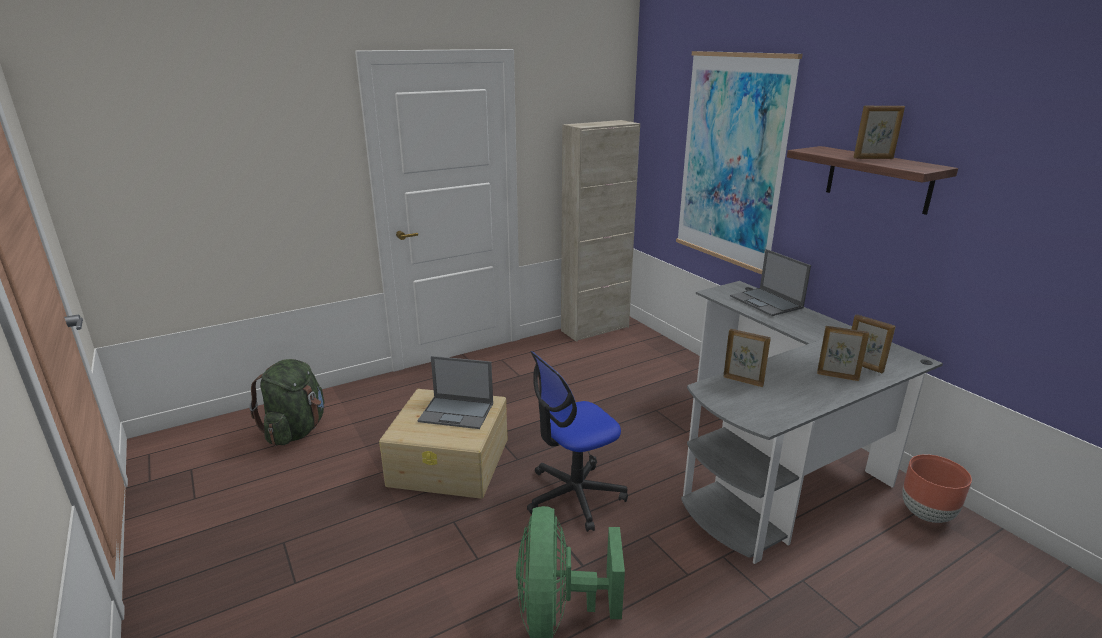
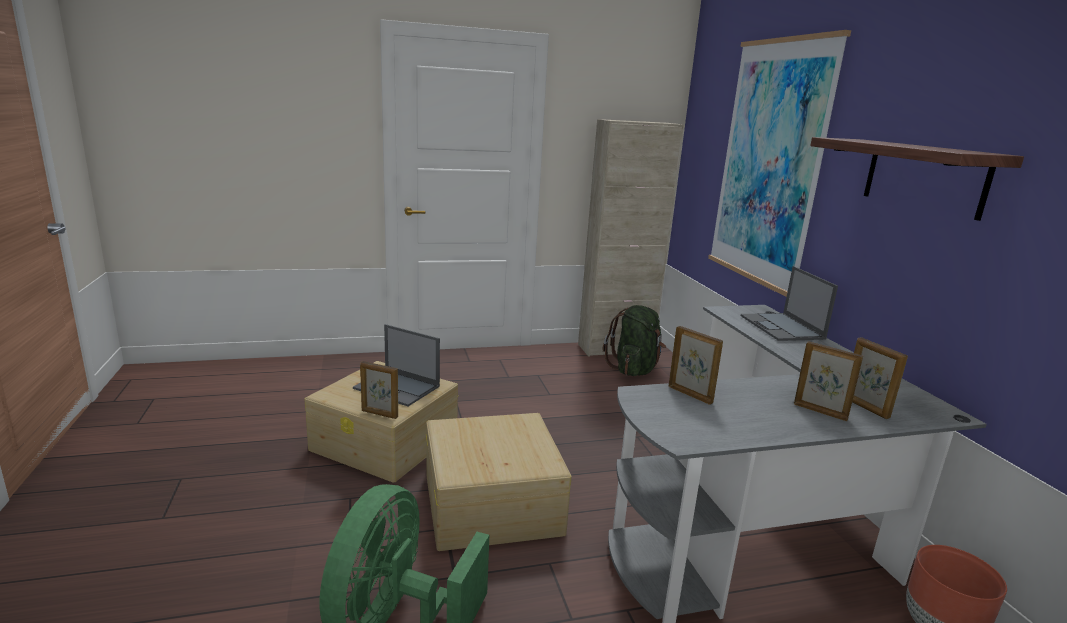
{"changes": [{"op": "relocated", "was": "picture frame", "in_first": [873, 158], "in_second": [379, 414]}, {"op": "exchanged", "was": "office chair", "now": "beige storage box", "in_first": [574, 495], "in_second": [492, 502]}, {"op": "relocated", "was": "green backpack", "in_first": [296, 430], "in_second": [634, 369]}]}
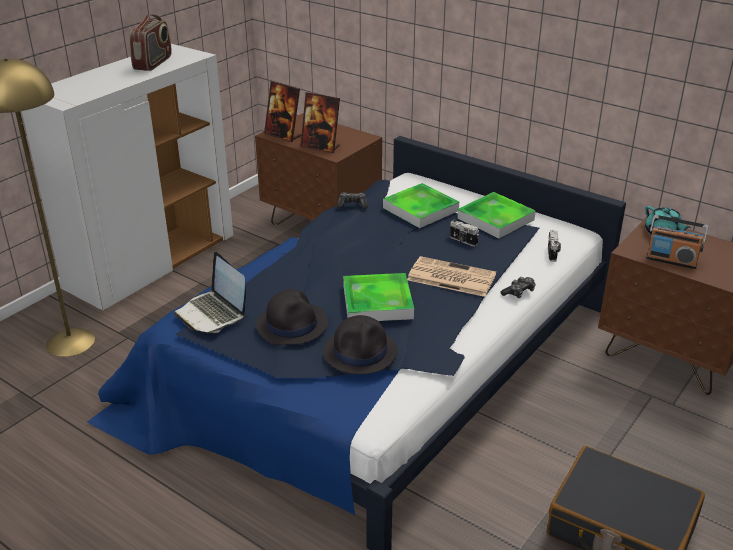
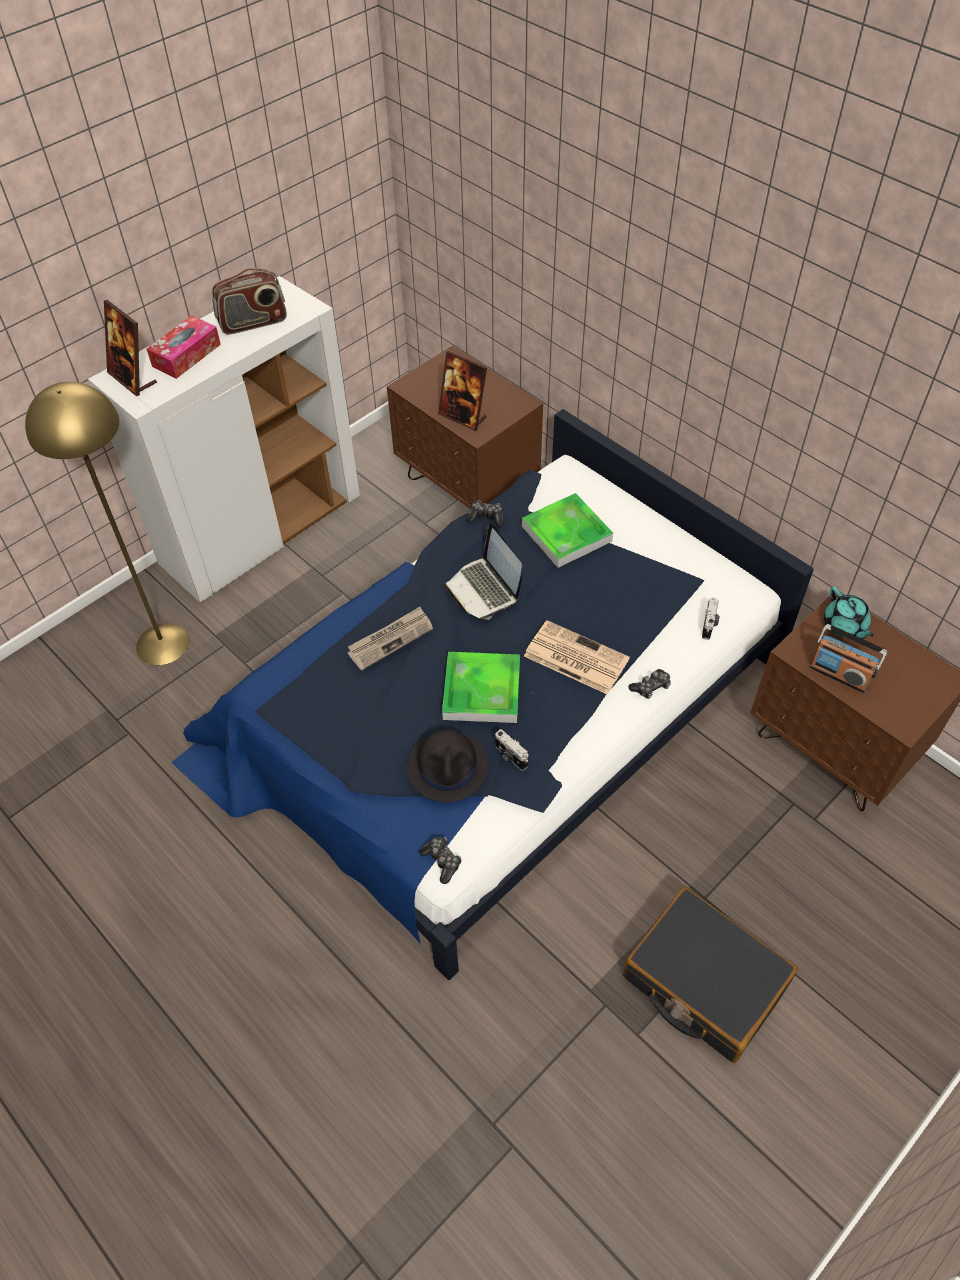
{"changes": [{"op": "relocated", "was": "picture frame", "in_first": [283, 135], "in_second": [132, 378]}, {"op": "appeared", "now": "tissue box", "in_second": [186, 355]}, {"op": "spun", "was": "radio", "in_first": [153, 63], "in_second": [253, 322], "clockwise": 45}, {"op": "appeared", "now": "newspaper", "in_second": [390, 639]}, {"op": "appeared", "now": "game controller", "in_second": [442, 861]}, {"op": "relocated", "was": "laptop", "in_first": [212, 313], "in_second": [484, 589]}, {"op": "relocated", "was": "photo camera", "in_first": [463, 241], "in_second": [510, 757]}, {"op": "missing", "was": "black hat", "in_first": [292, 324]}, {"op": "missing", "was": "tray", "in_first": [495, 219]}]}
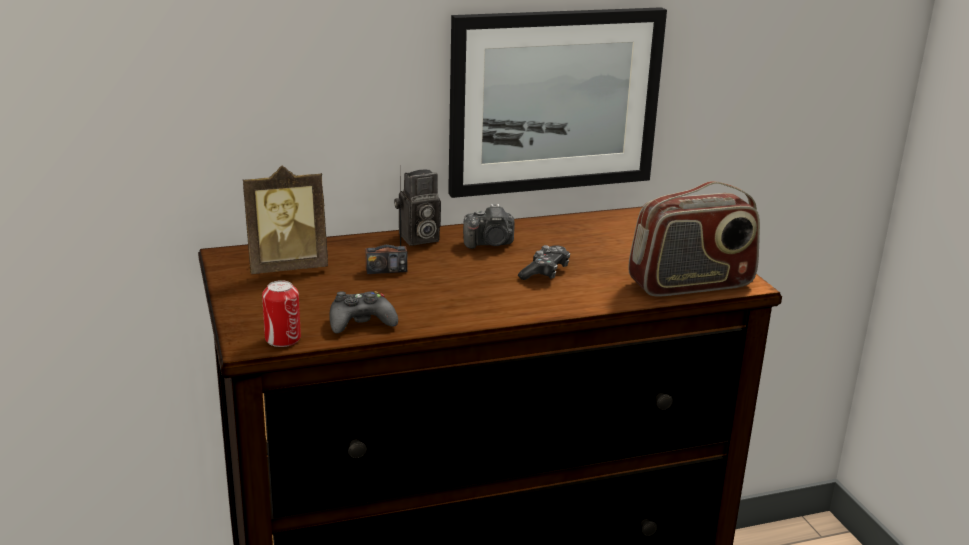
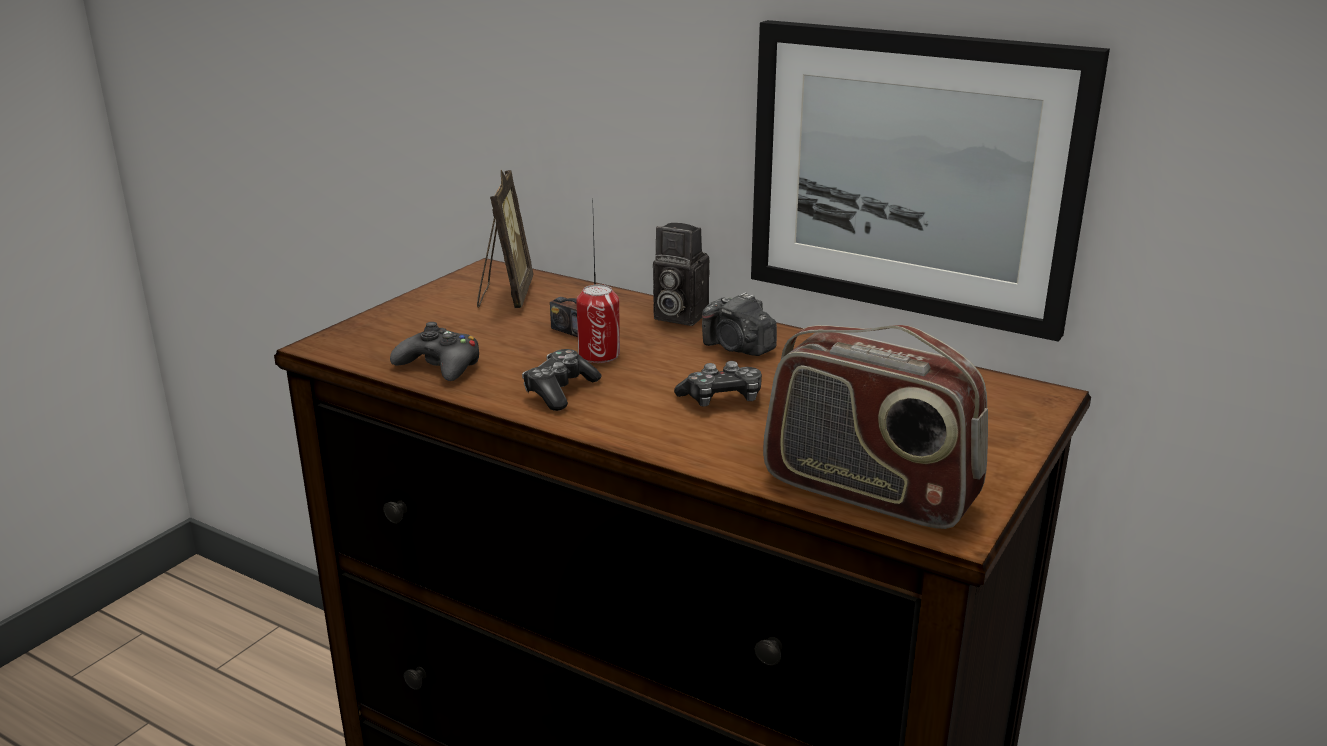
{"changes": [{"op": "spun", "was": "picture frame", "in_first": [287, 267], "in_second": [505, 296], "clockwise": -120}, {"op": "appeared", "now": "game controller", "in_second": [560, 391]}, {"op": "relocated", "was": "can", "in_first": [283, 339], "in_second": [599, 355]}]}
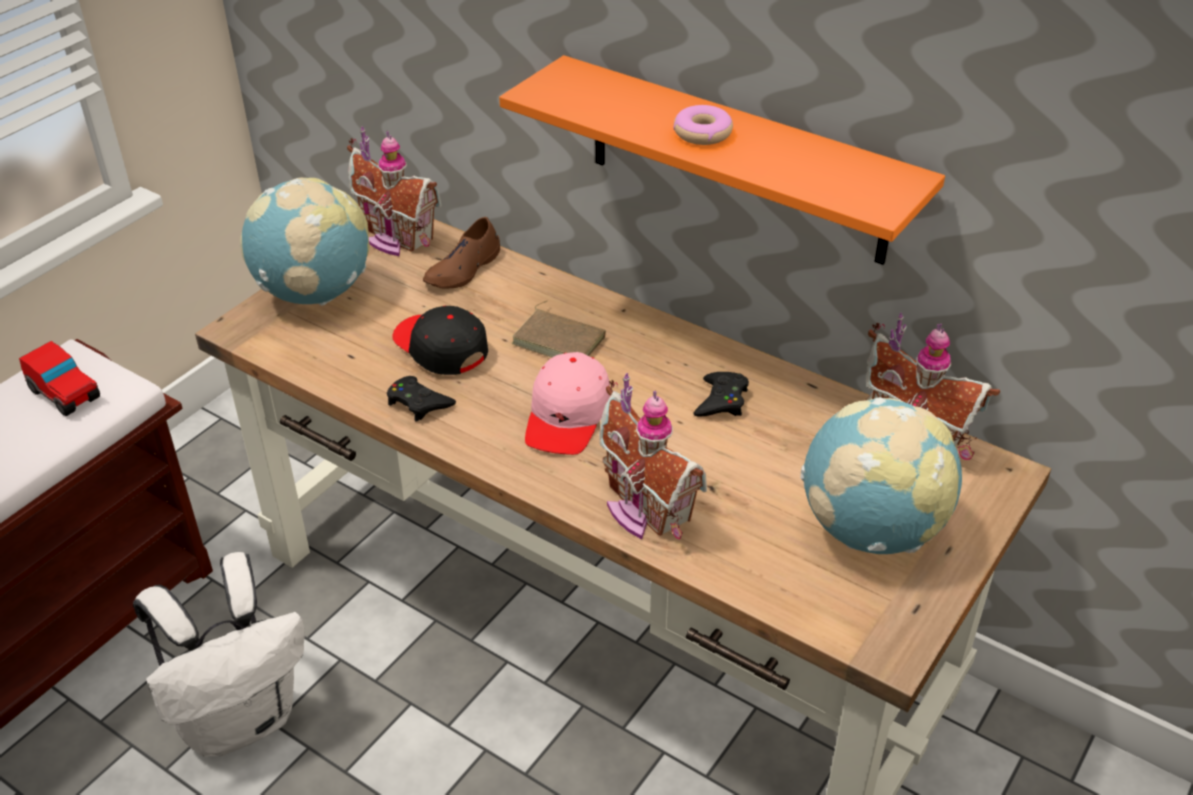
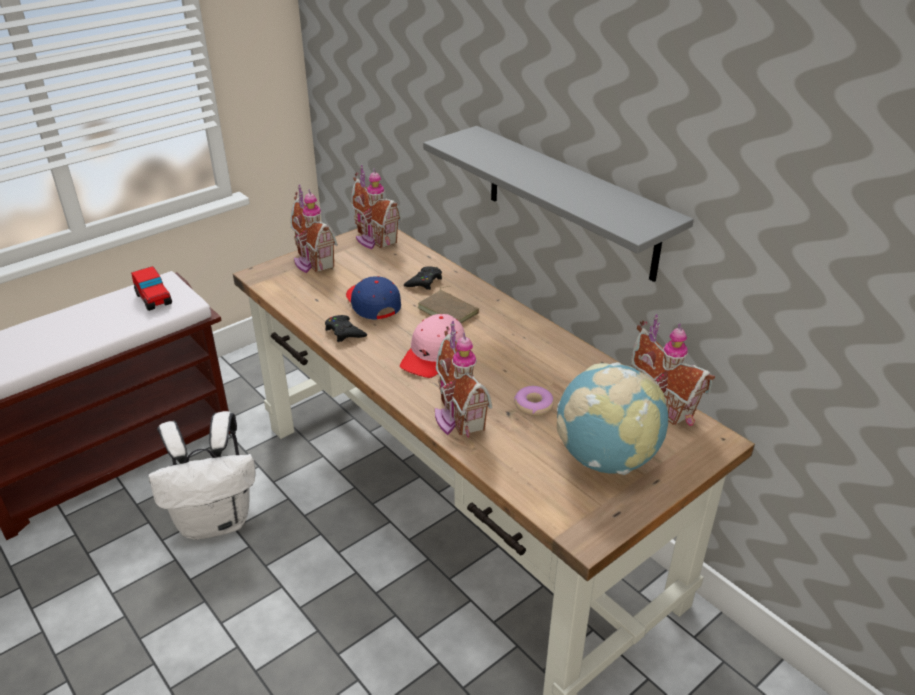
{"changes": [{"op": "exchanged", "was": "globe", "now": "toy house", "in_first": [315, 293], "in_second": [312, 262]}, {"op": "colour", "was": "black cap", "now": "blue cap", "in_first": [440, 348], "in_second": [372, 303]}, {"op": "relocated", "was": "black game controller", "in_first": [721, 400], "in_second": [424, 282]}, {"op": "colour", "was": "orange shelf", "now": "grey shelf", "in_first": [736, 161], "in_second": [570, 202]}, {"op": "relocated", "was": "donut", "in_first": [703, 133], "in_second": [533, 405]}, {"op": "missing", "was": "brown shoe", "in_first": [463, 269]}]}
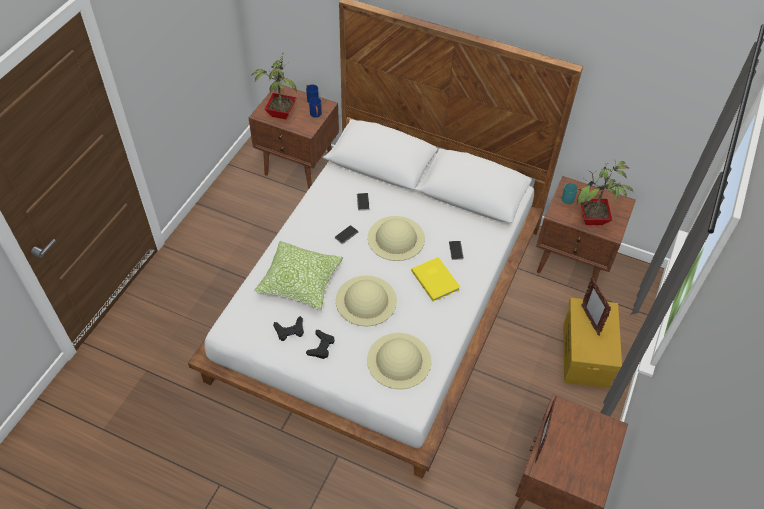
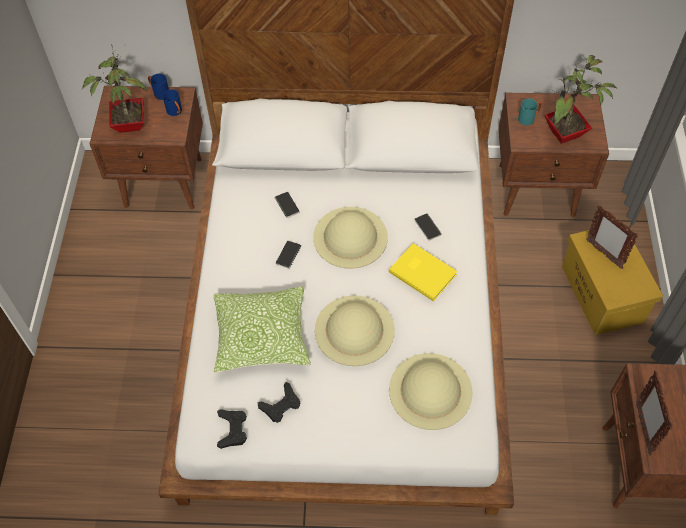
{"changes": [{"op": "relocated", "was": "black game controller", "in_first": [321, 346], "in_second": [232, 430]}]}
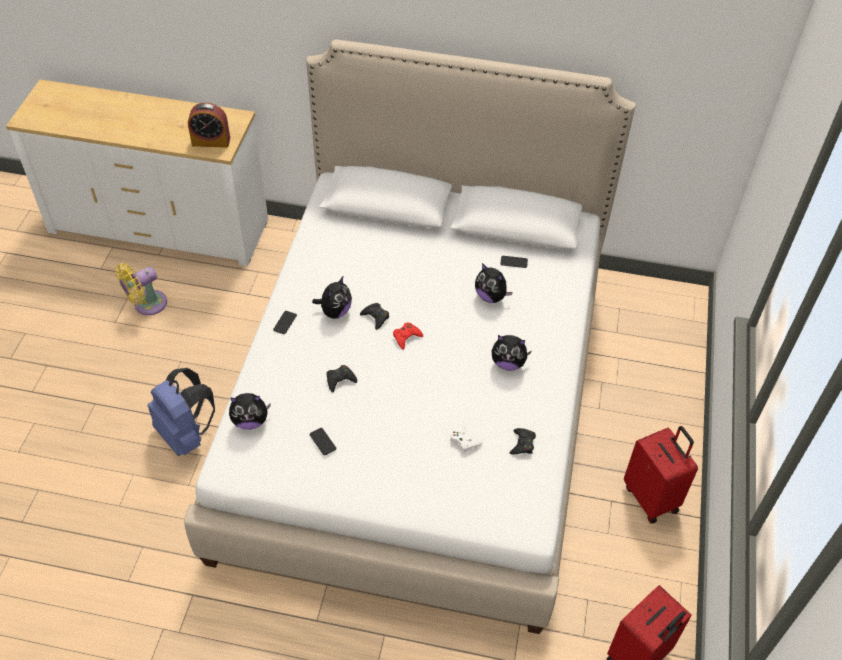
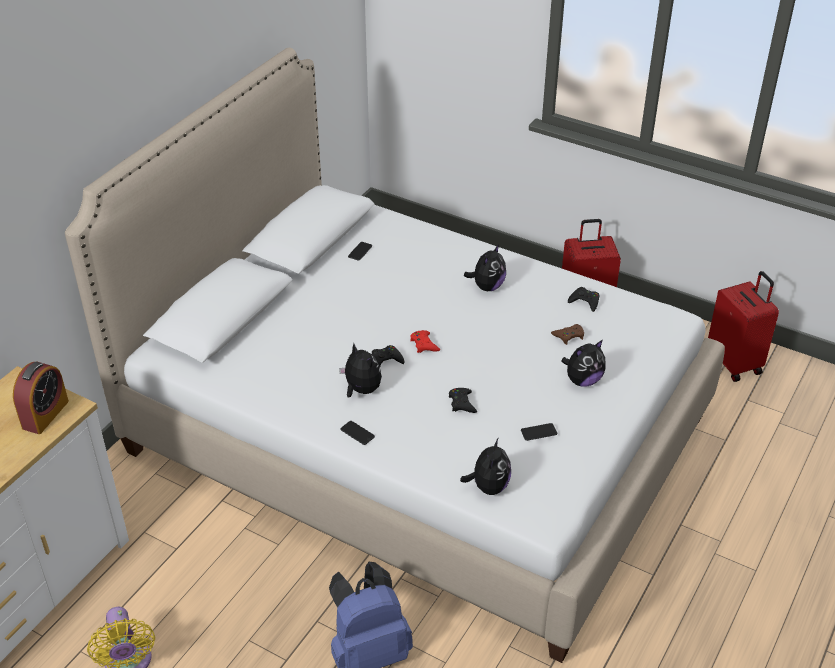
{"changes": [{"op": "colour", "was": "white game controller", "now": "brown game controller", "in_first": [464, 440], "in_second": [569, 336]}, {"op": "relocated", "was": "plush toy", "in_first": [491, 296], "in_second": [583, 380]}]}
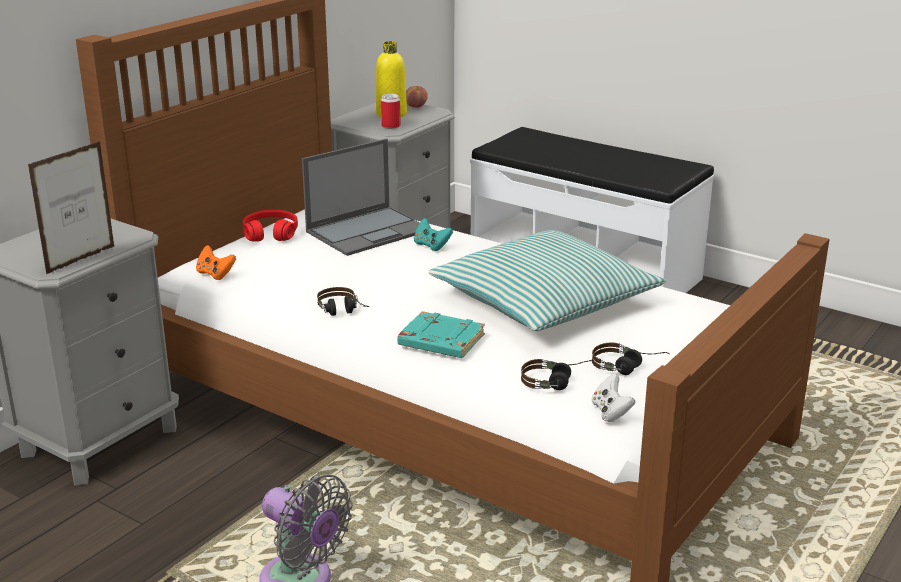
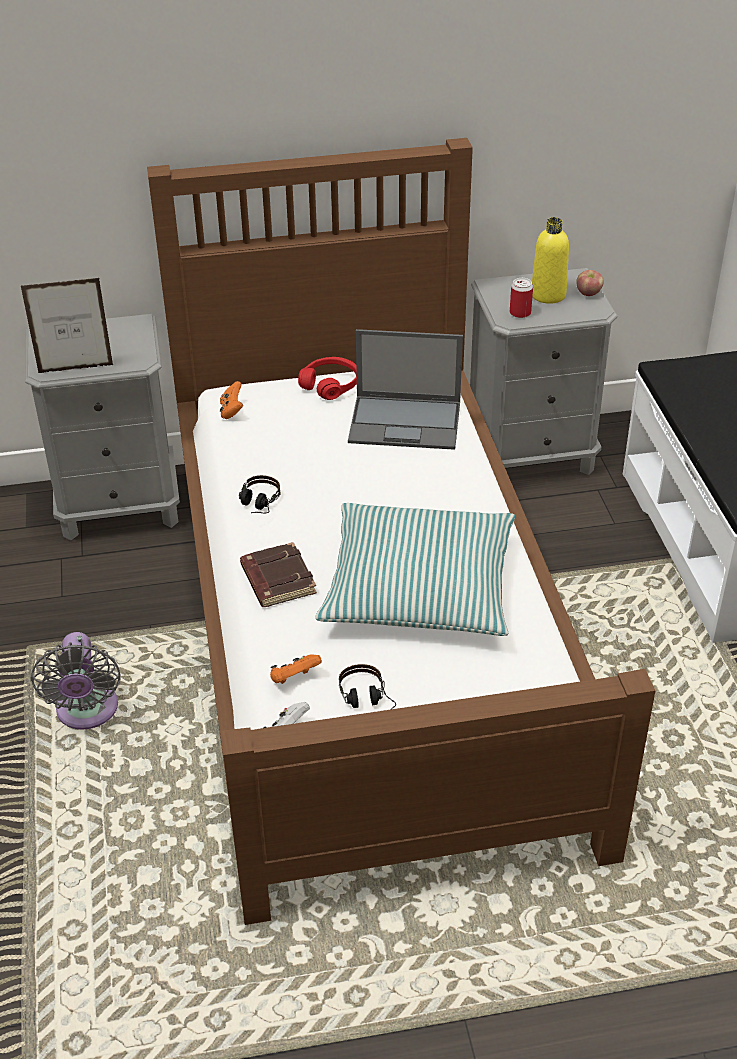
{"changes": [{"op": "colour", "was": "turquoise book", "now": "brown book", "in_first": [440, 342], "in_second": [276, 580]}, {"op": "exchanged", "was": "headphones", "now": "orange game controller", "in_first": [558, 382], "in_second": [294, 679]}, {"op": "missing", "was": "turquoise game controller", "in_first": [431, 246]}]}
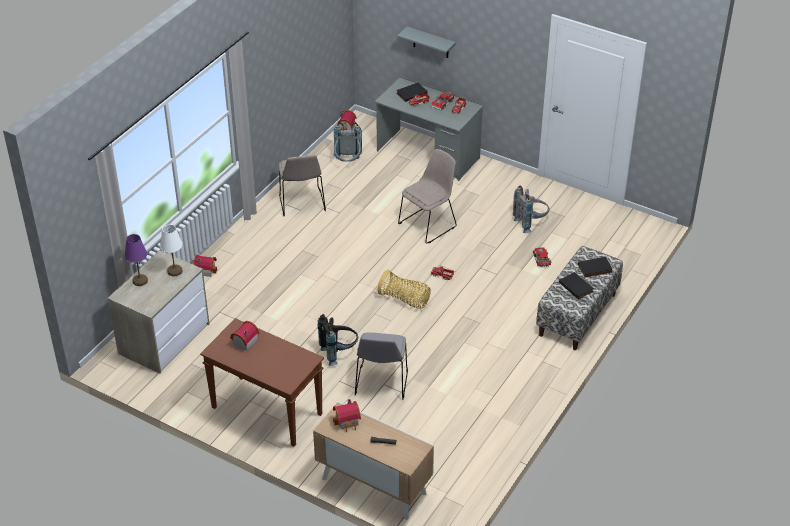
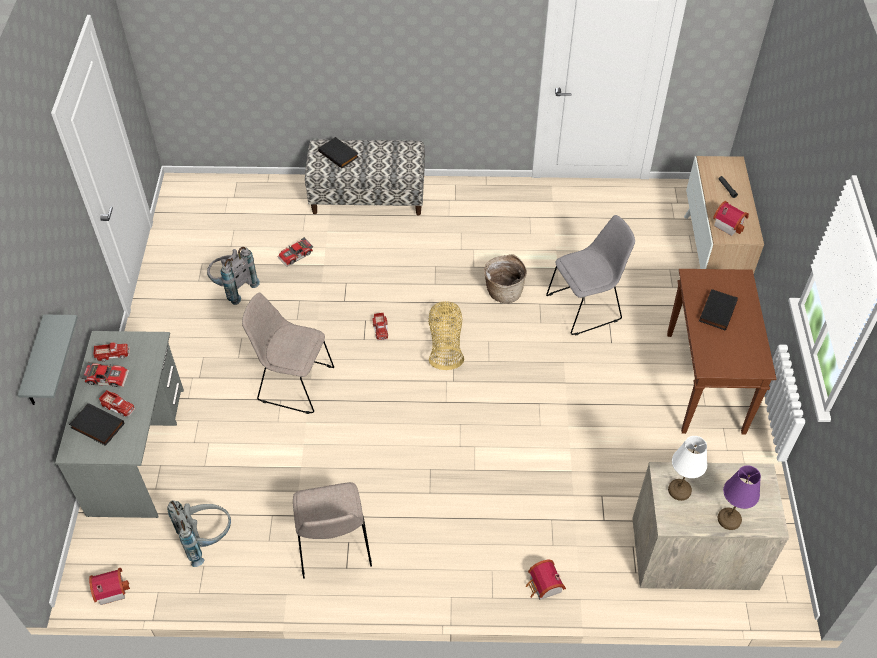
{"changes": [{"op": "spun", "was": "beige chair", "in_first": [302, 204], "in_second": [334, 547], "clockwise": 120}, {"op": "appeared", "now": "basket", "in_second": [504, 291]}, {"op": "relocated", "was": "black book", "in_first": [577, 287], "in_second": [716, 311]}, {"op": "missing", "was": "toy house", "in_first": [243, 342]}, {"op": "missing", "was": "black backpack", "in_first": [339, 353]}]}
